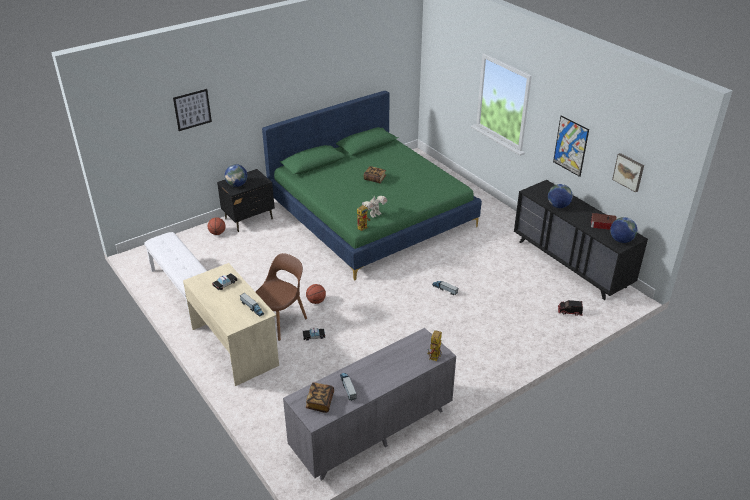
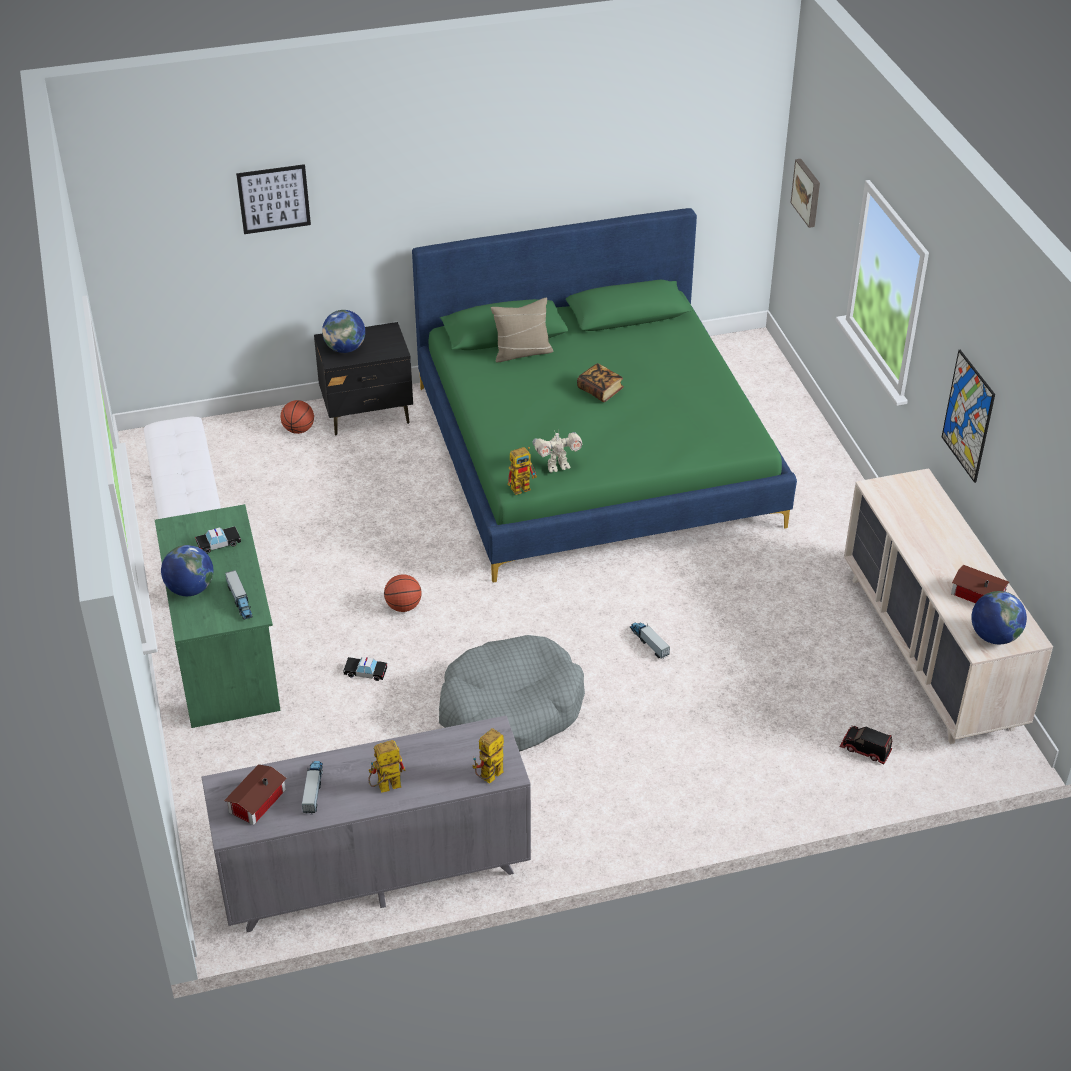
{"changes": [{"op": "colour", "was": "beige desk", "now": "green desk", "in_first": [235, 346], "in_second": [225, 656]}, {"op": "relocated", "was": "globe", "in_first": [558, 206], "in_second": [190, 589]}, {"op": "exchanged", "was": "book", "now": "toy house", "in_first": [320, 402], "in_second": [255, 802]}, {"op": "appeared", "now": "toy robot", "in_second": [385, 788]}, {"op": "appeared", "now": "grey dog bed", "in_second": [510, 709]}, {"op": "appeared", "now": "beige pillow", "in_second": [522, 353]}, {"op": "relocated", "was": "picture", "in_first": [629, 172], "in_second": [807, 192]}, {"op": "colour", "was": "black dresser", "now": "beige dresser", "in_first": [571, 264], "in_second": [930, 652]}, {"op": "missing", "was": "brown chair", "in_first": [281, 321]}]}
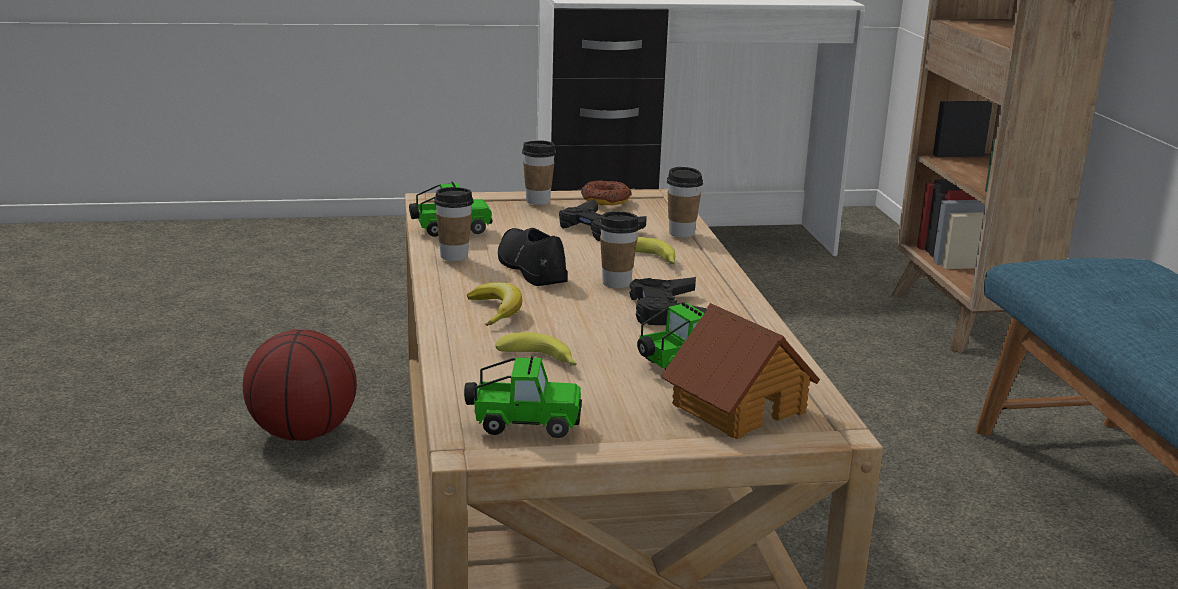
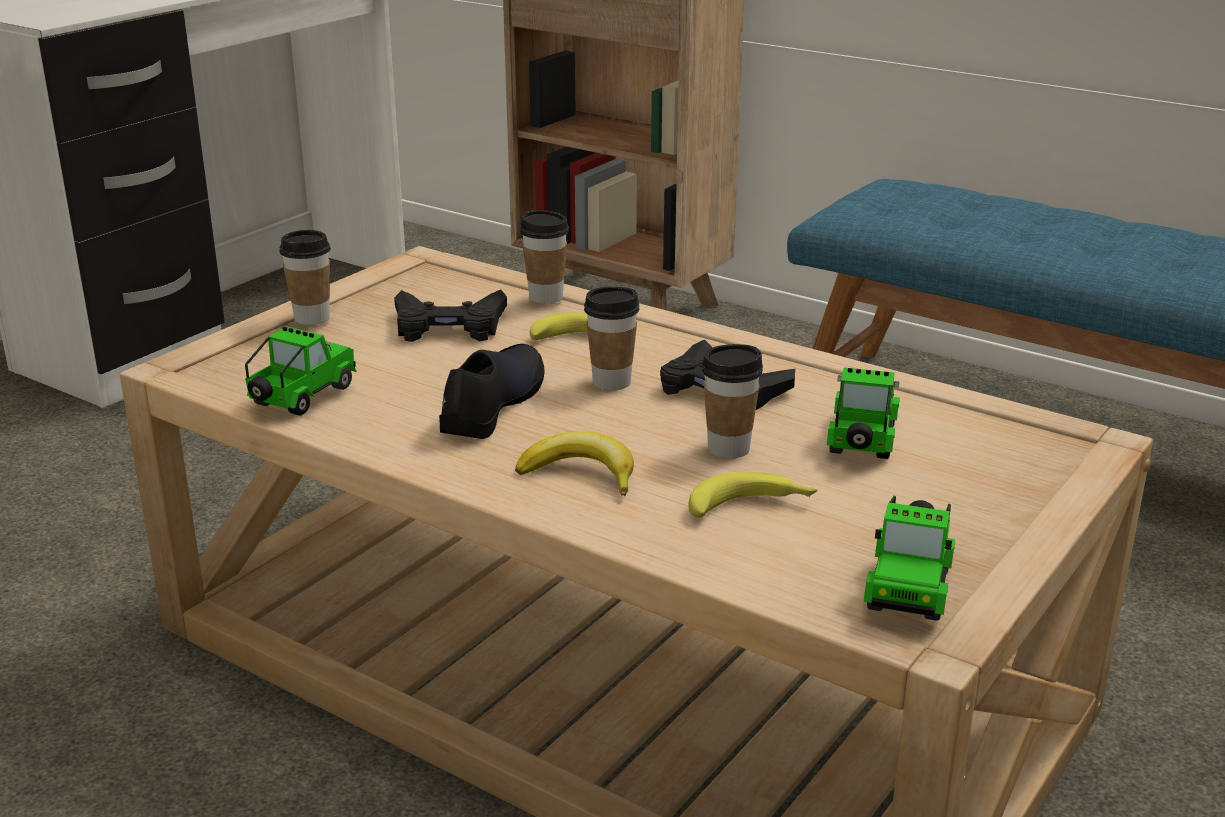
{"changes": [{"op": "spun", "was": "black shoe", "in_first": [531, 268], "in_second": [491, 404], "clockwise": 90}, {"op": "relocated", "was": "cup", "in_first": [454, 256], "in_second": [728, 448]}, {"op": "spun", "was": "toy car", "in_first": [522, 424], "in_second": [909, 585], "clockwise": 150}, {"op": "missing", "was": "basketball", "in_first": [302, 434]}, {"op": "missing", "was": "donut", "in_first": [605, 199]}, {"op": "missing", "was": "toy house", "in_first": [737, 407]}]}
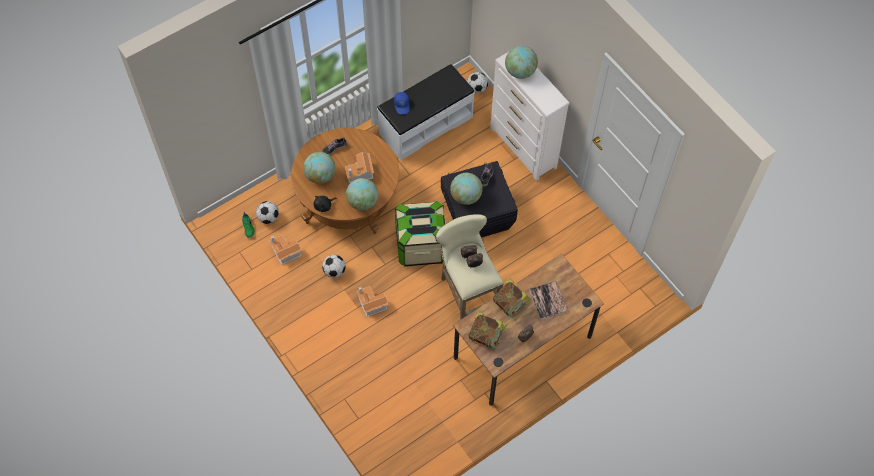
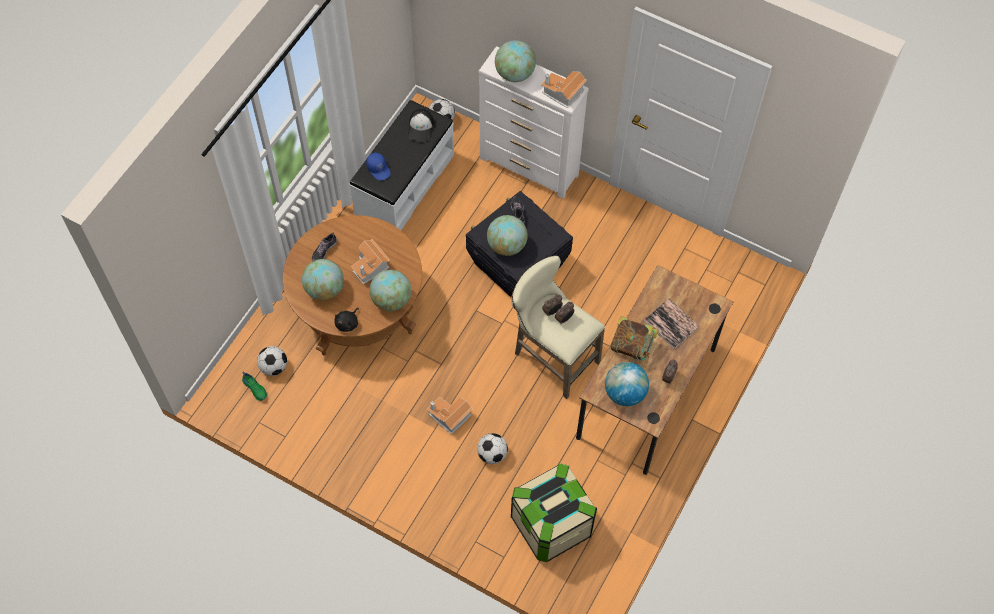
{"changes": [{"op": "appeared", "now": "cap", "in_second": [421, 127]}, {"op": "relocated", "was": "football", "in_first": [334, 271], "in_second": [492, 454]}, {"op": "relocated", "was": "storage box", "in_first": [421, 245], "in_second": [551, 524]}, {"op": "relocated", "was": "toy house", "in_first": [284, 252], "in_second": [562, 93]}, {"op": "exchanged", "was": "book", "now": "globe", "in_first": [487, 335], "in_second": [624, 393]}]}
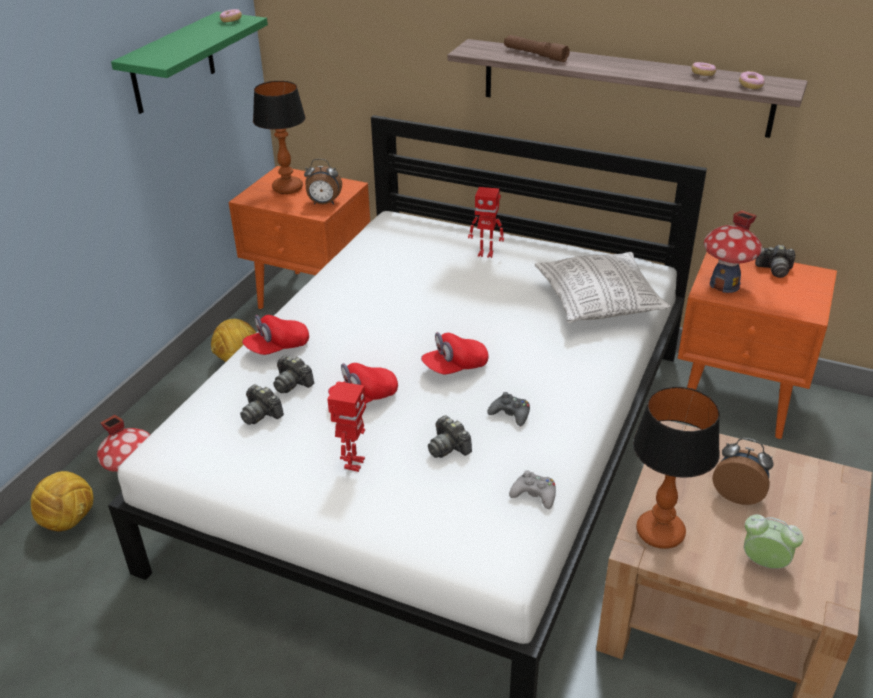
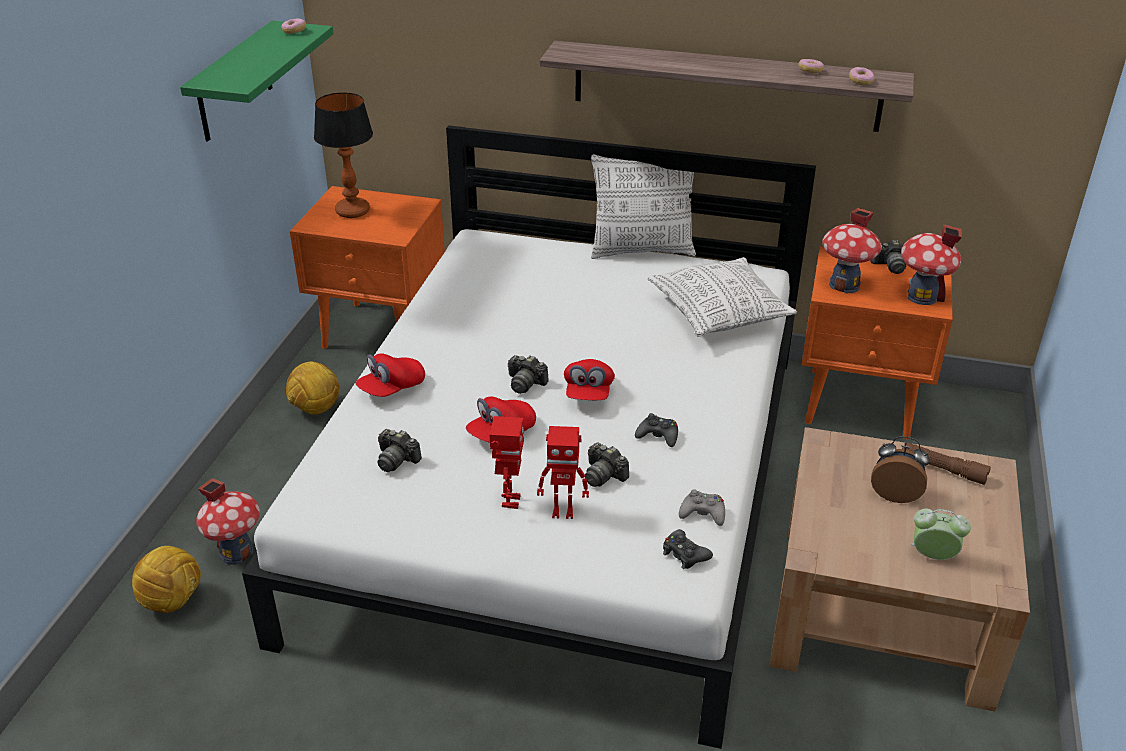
{"changes": [{"op": "relocated", "was": "photo camera", "in_first": [292, 383], "in_second": [525, 383]}, {"op": "relocated", "was": "toy robot", "in_first": [486, 253], "in_second": [563, 512]}, {"op": "spun", "was": "red cap", "in_first": [455, 367], "in_second": [588, 393], "clockwise": -45}, {"op": "appeared", "now": "pillow", "in_second": [642, 250]}, {"op": "appeared", "now": "black game controller", "in_second": [684, 554]}, {"op": "appeared", "now": "toy house", "in_second": [922, 296]}, {"op": "relocated", "was": "brown flashlight", "in_first": [535, 55], "in_second": [942, 469]}, {"op": "missing", "was": "alarm clock", "in_first": [324, 203]}, {"op": "missing", "was": "table lamp", "in_first": [659, 533]}]}
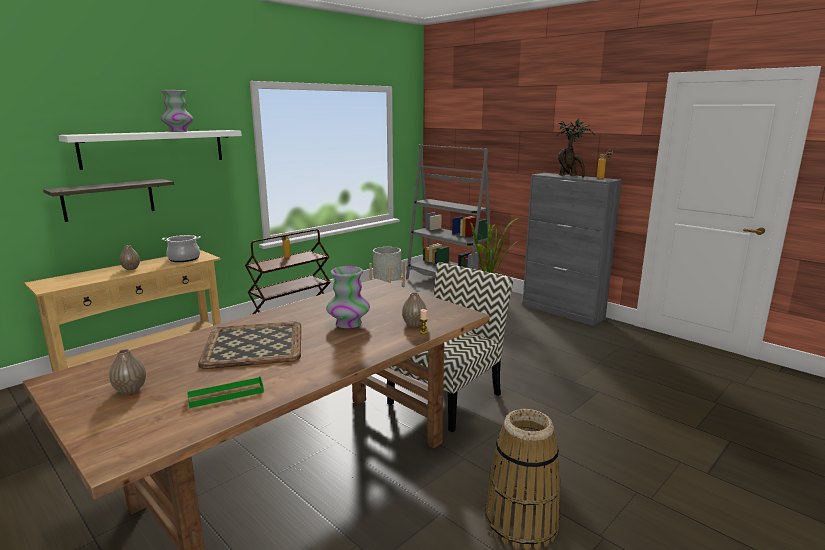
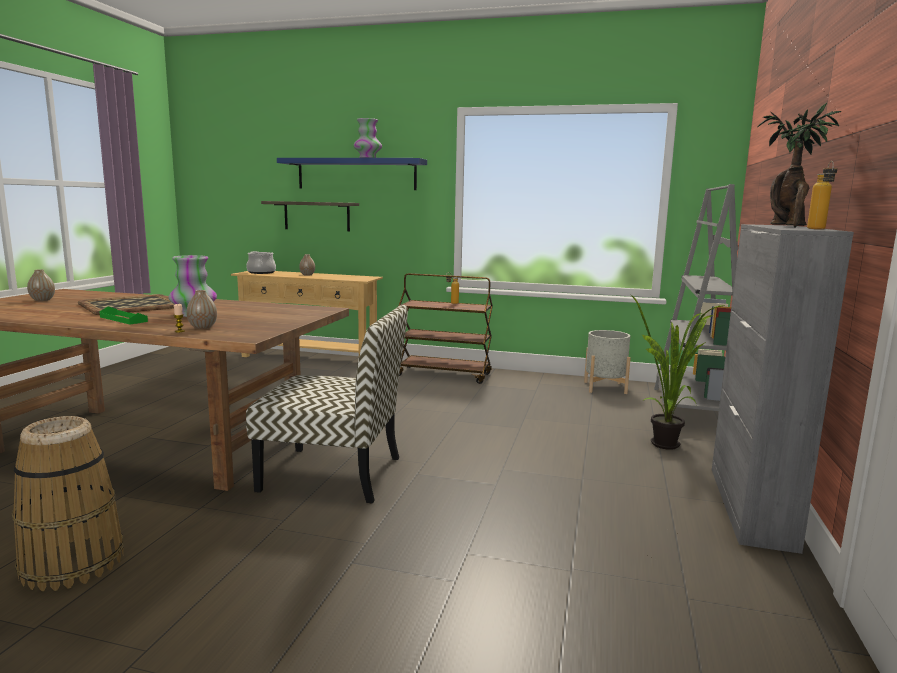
{"changes": [{"op": "relocated", "was": "green tray", "in_first": [226, 395], "in_second": [123, 319]}, {"op": "relocated", "was": "cooking pot", "in_first": [184, 259], "in_second": [261, 272]}, {"op": "colour", "was": "white shelf", "now": "blue shelf", "in_first": [154, 148], "in_second": [356, 174]}]}
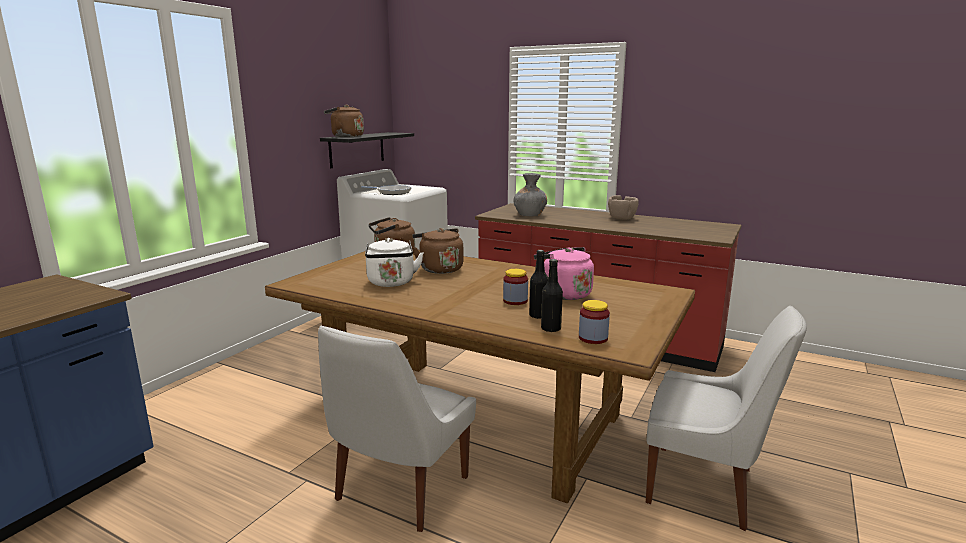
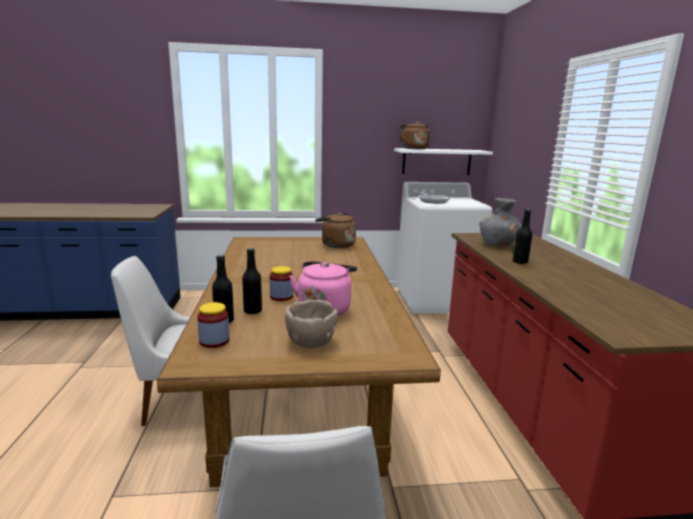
{"changes": [{"op": "relocated", "was": "brown bowl", "in_first": [621, 218], "in_second": [310, 342]}, {"op": "colour", "was": "black shelf", "now": "white shelf", "in_first": [357, 149], "in_second": [436, 161]}, {"op": "appeared", "now": "black bottle", "in_second": [520, 262]}, {"op": "missing", "was": "white kettle", "in_first": [391, 283]}, {"op": "missing", "was": "brown kettle", "in_first": [439, 269]}]}
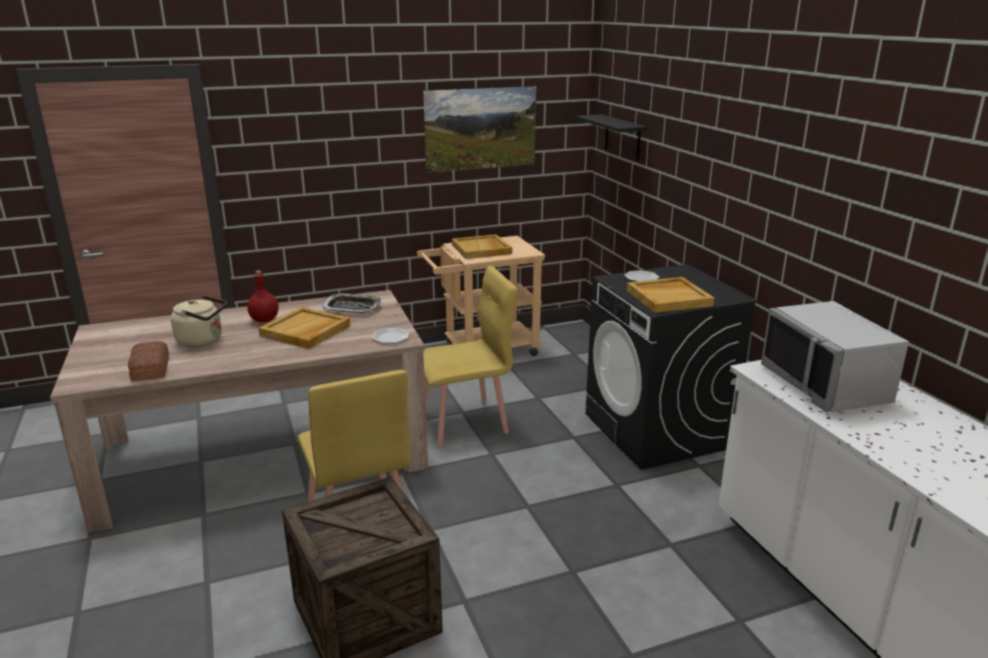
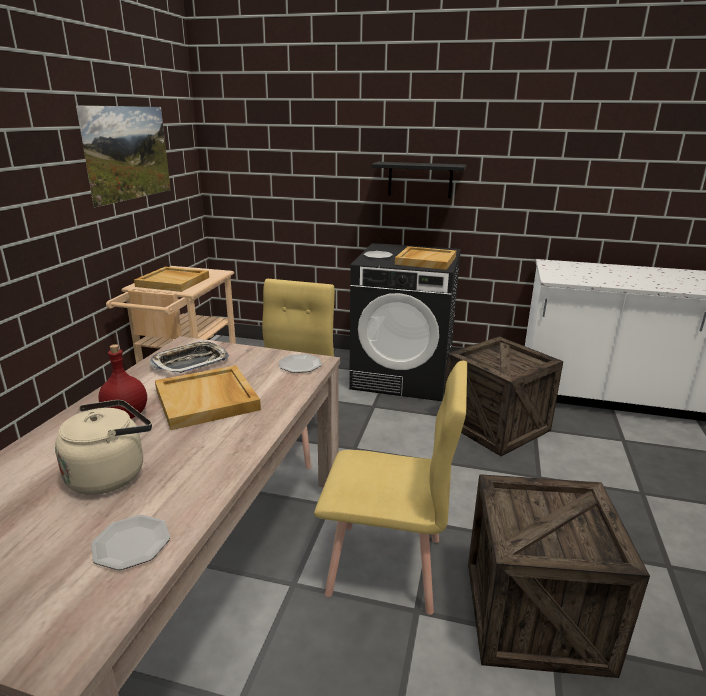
{"changes": [{"op": "exchanged", "was": "bread", "now": "plate", "in_first": [149, 368], "in_second": [131, 544]}, {"op": "relocated", "was": "black shelf", "in_first": [622, 137], "in_second": [420, 179]}, {"op": "appeared", "now": "crate", "in_second": [495, 426]}, {"op": "missing", "was": "grey microwave", "in_first": [826, 385]}]}
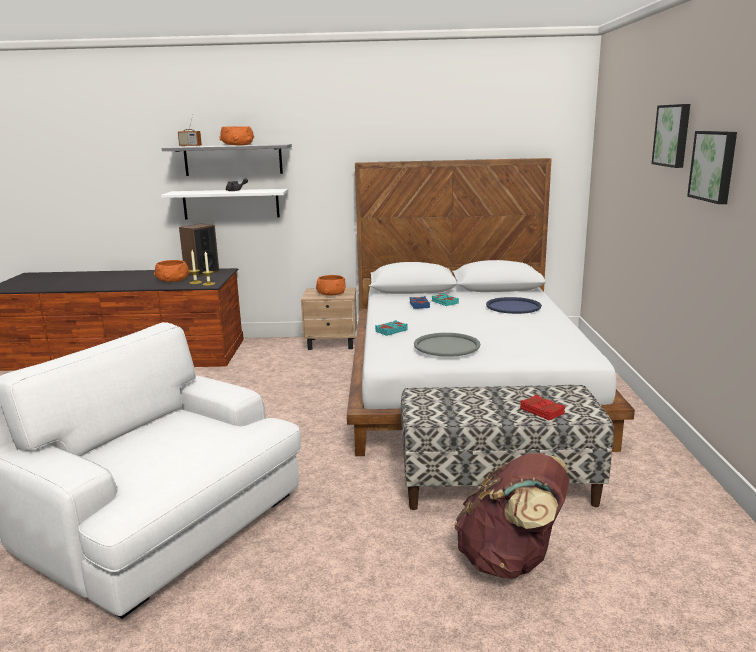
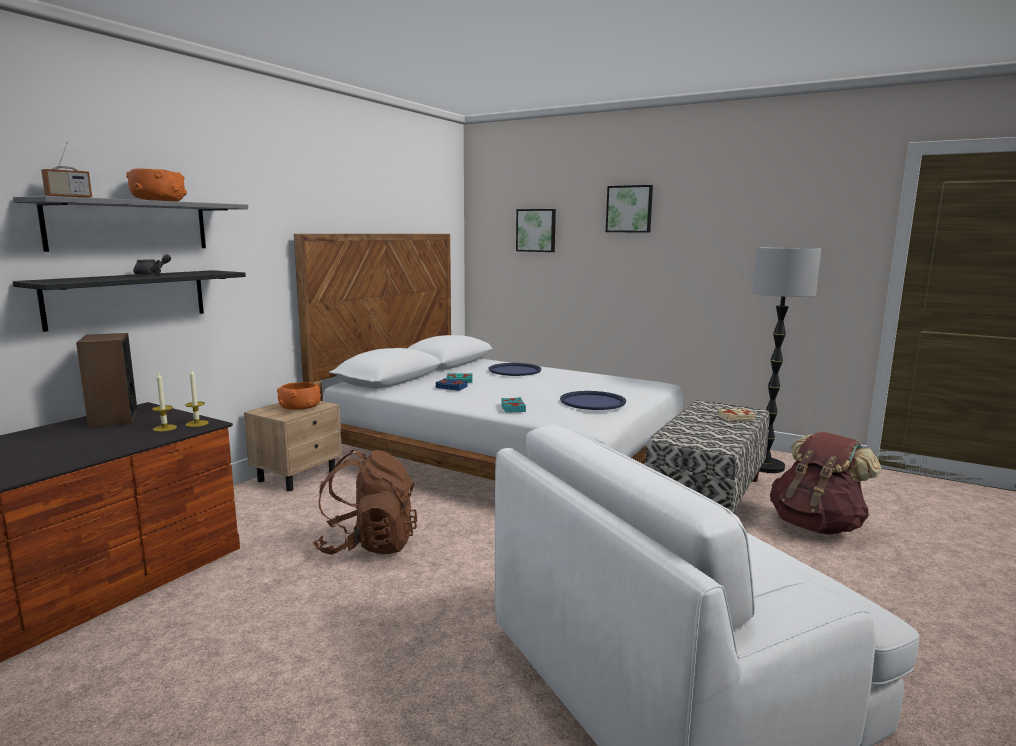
{"changes": [{"op": "colour", "was": "white shelf", "now": "black shelf", "in_first": [231, 204], "in_second": [128, 298]}, {"op": "appeared", "now": "brown backpack", "in_second": [368, 545]}, {"op": "relocated", "was": "picture", "in_first": [714, 166], "in_second": [536, 230]}, {"op": "colour", "was": "grey tray", "now": "blue tray", "in_first": [447, 346], "in_second": [593, 402]}, {"op": "colour", "was": "red book", "now": "beige book", "in_first": [542, 411], "in_second": [736, 418]}, {"op": "appeared", "now": "floor lamp", "in_second": [765, 466]}, {"op": "missing", "was": "orange bowl", "in_first": [173, 280]}]}
